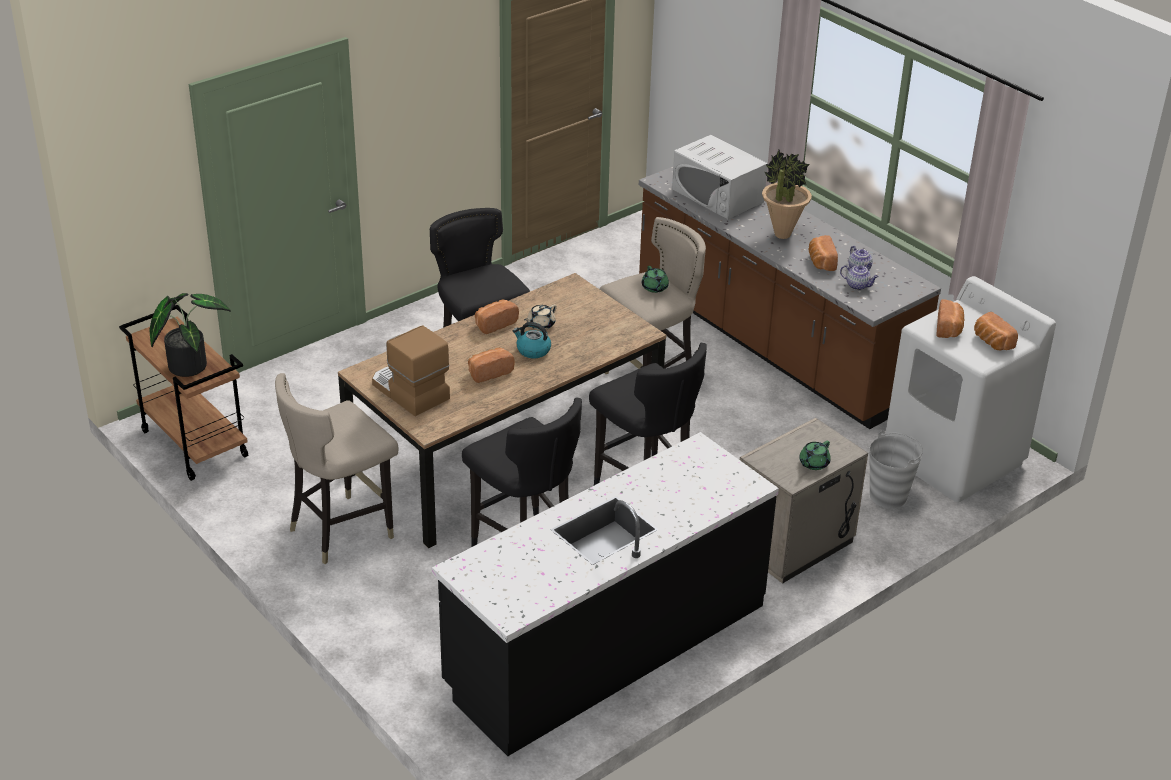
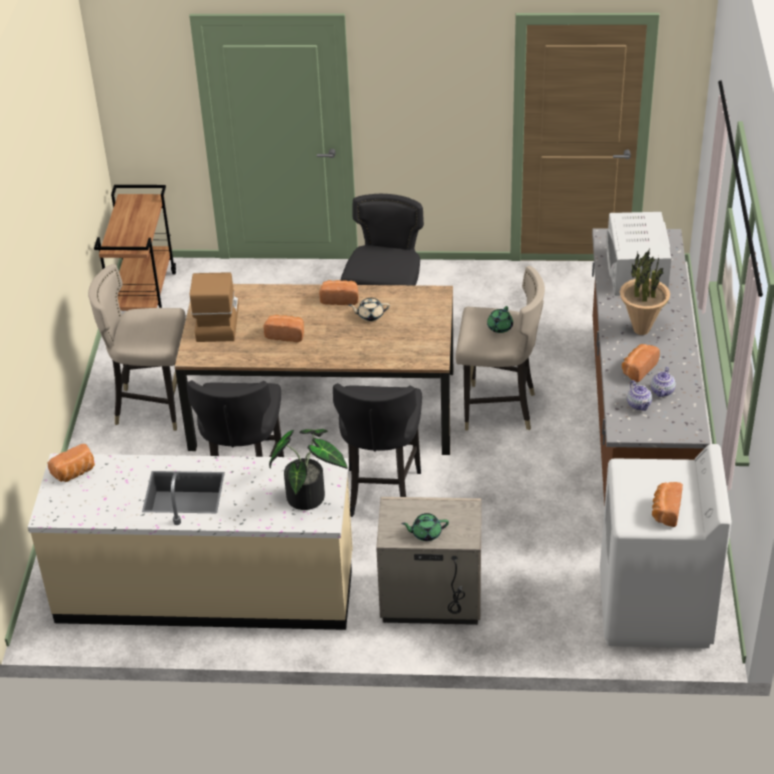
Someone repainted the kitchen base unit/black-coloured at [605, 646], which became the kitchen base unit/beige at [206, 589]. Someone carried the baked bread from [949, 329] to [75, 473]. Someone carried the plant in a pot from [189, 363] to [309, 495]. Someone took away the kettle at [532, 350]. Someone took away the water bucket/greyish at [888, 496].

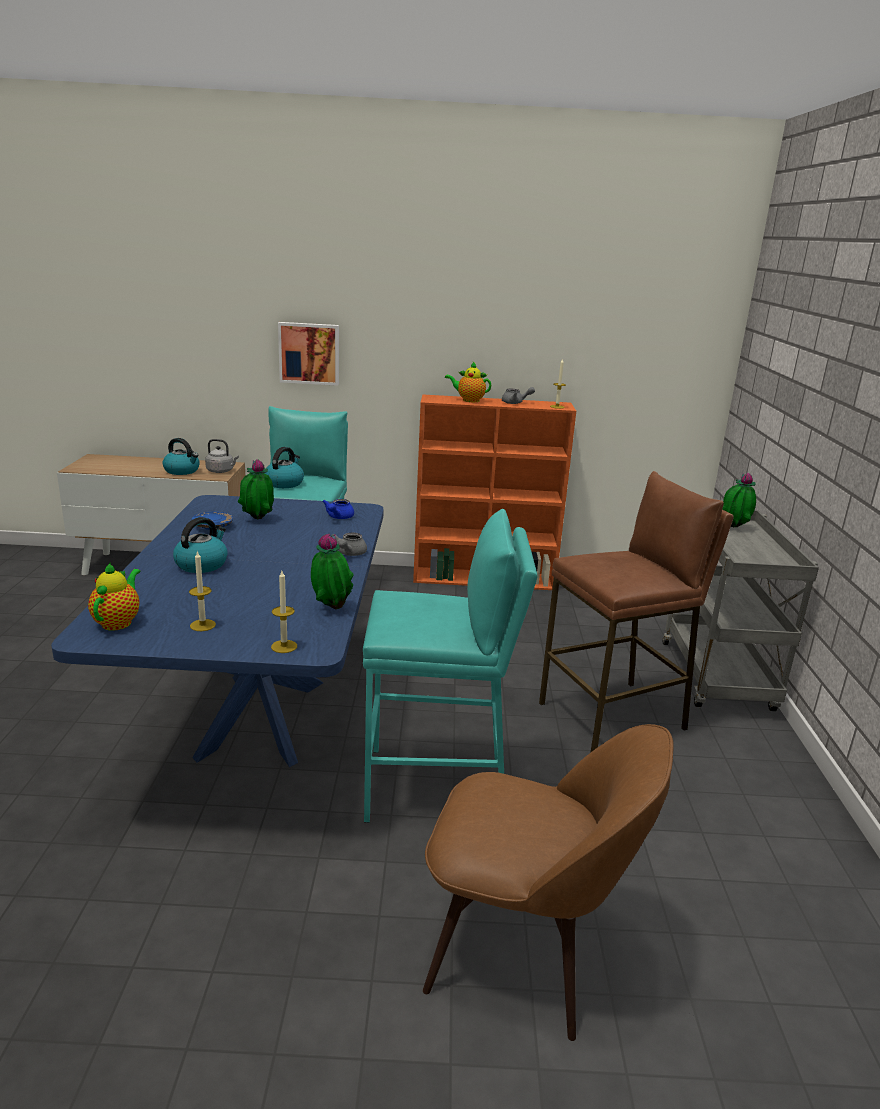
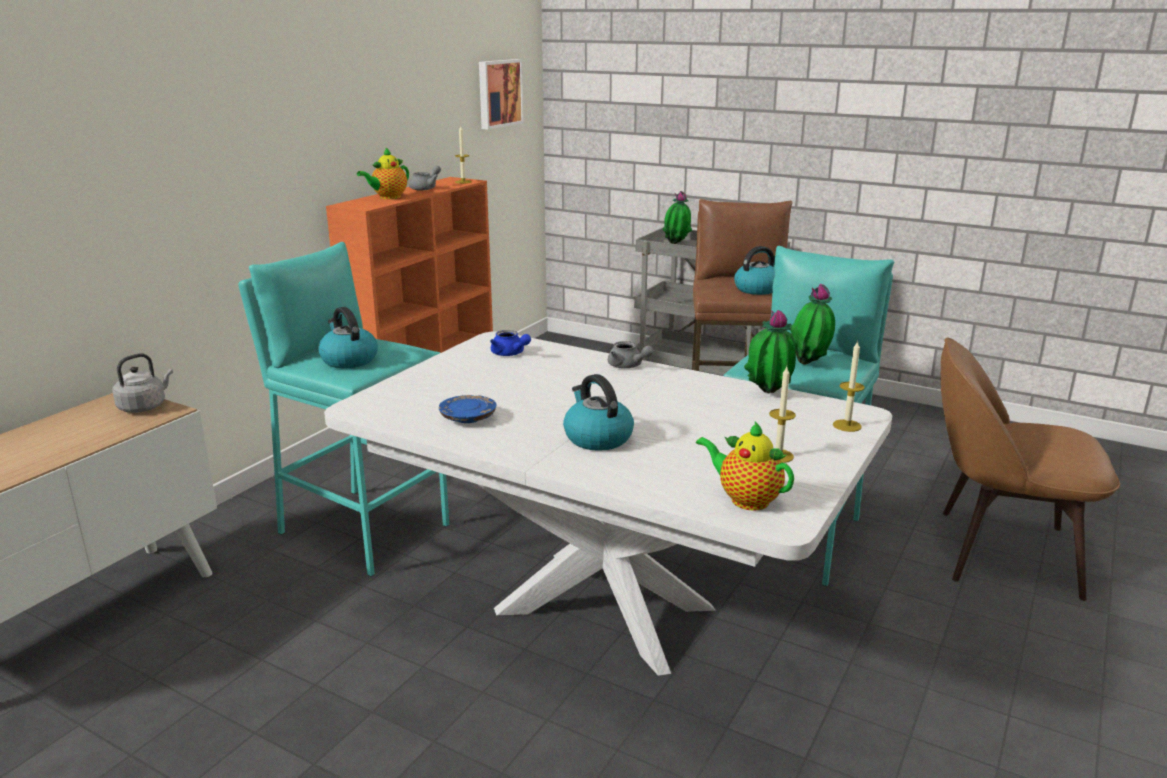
Someone repainted the dinner table/blue at [261, 717], which became the dinner table/white at [605, 610]. Someone carried the picture from [309, 353] to [498, 93]. Someone carried the kettle from [182, 471] to [757, 289]. Someone carried the plant in a pot from [257, 520] to [809, 364]. Someone rotated the chair/brown at [525, 947] by 120 degrees counterclockwise.

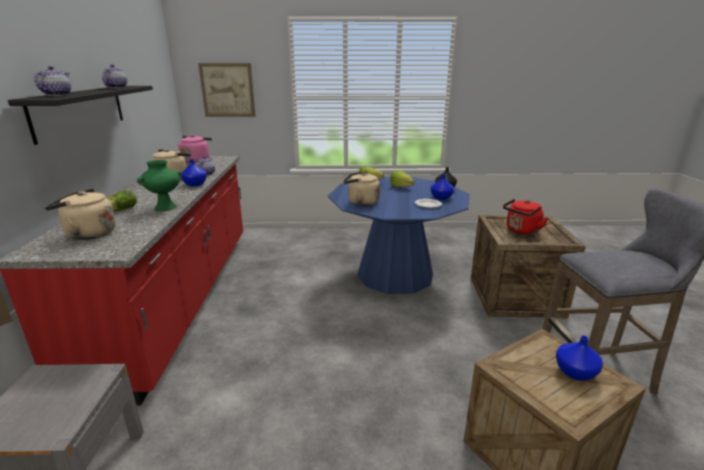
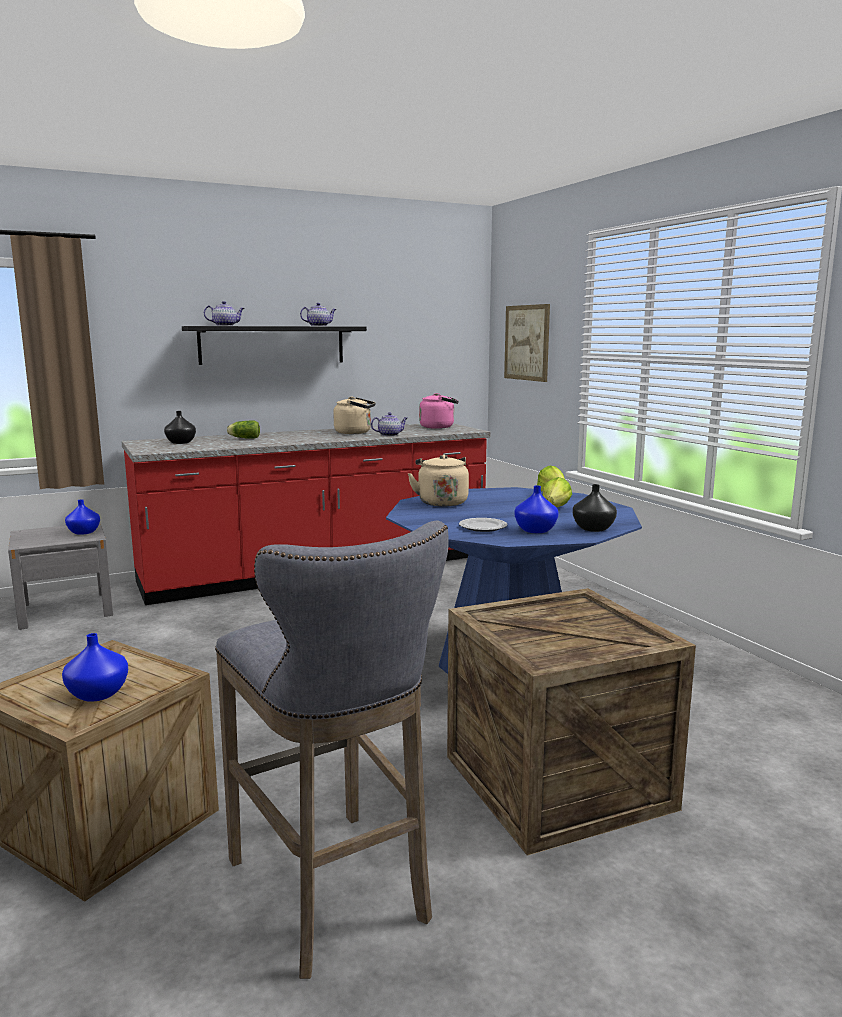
Someone carried the flower vase/blue from [195, 184] to [84, 532]. Someone swapped the kettle/beige at [88, 234] for the flower vase/black-coloured at [181, 442]. Someone took away the flower vase/green-coloured at [165, 207]. Someone took away the kettle/red at [521, 231].

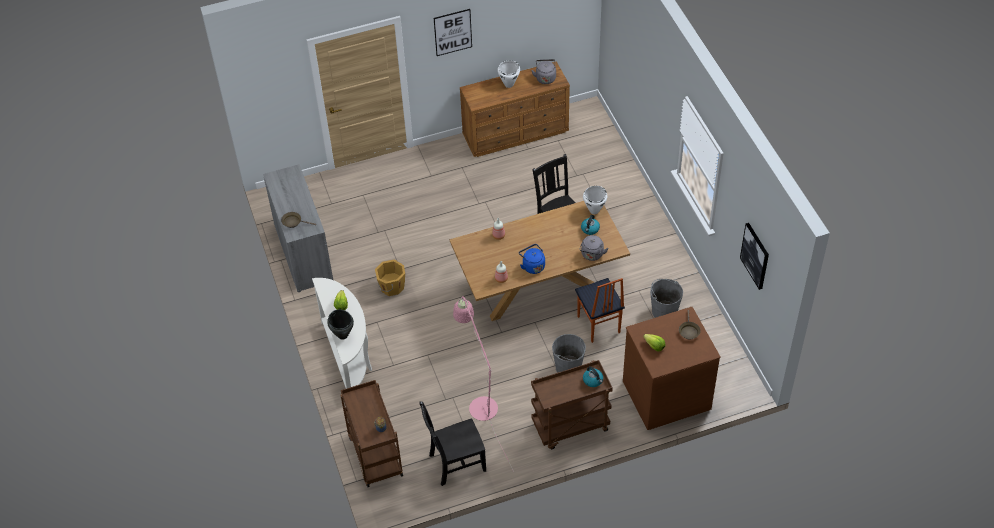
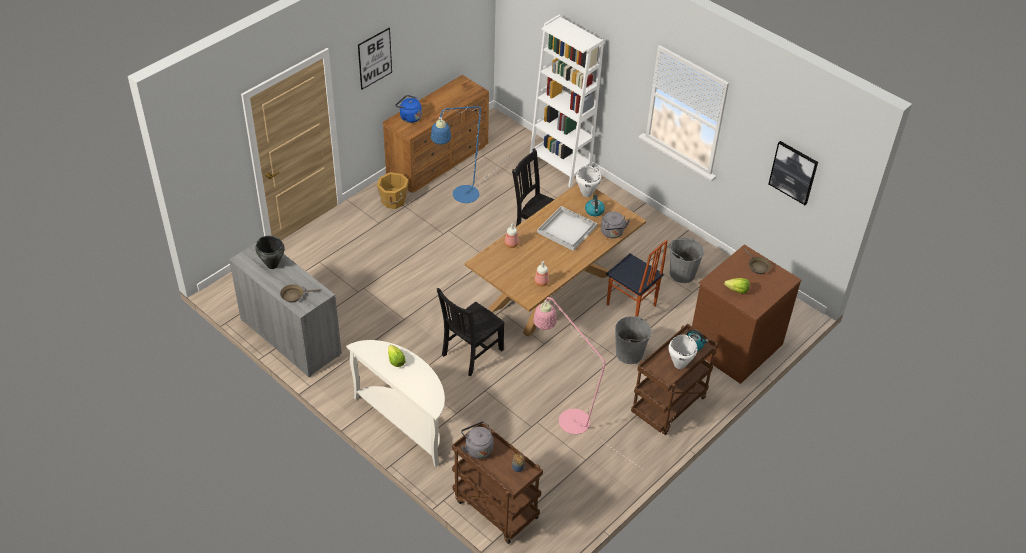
Someone carried the saucepot/black-coloured from [343, 335] to [272, 265]. Someone carried the water bucket/orangey from [391, 286] to [393, 201]. Someone carried the kettle/blue from [532, 266] to [409, 117]. Someone put down the standing lamp/blue at [461, 198]. Someone carried the chair/black-coloured from [455, 463] to [470, 353]. Someone carried the kettle/greyish from [545, 78] to [477, 448]. Someone put down the bookshelf/white at [559, 166]. Someone put down the carrying tray/white at [566, 229]. Someone carried the saucepot/white from [508, 84] to [679, 364].

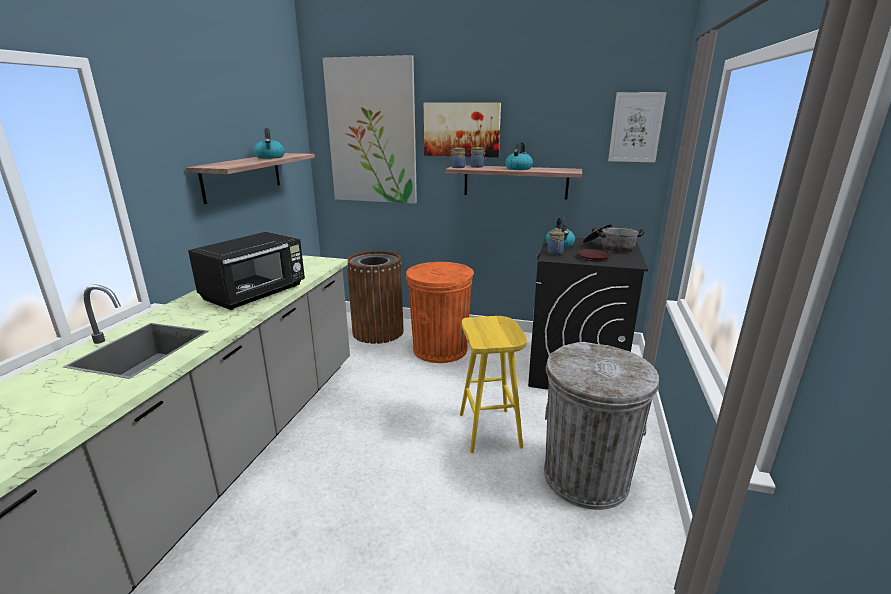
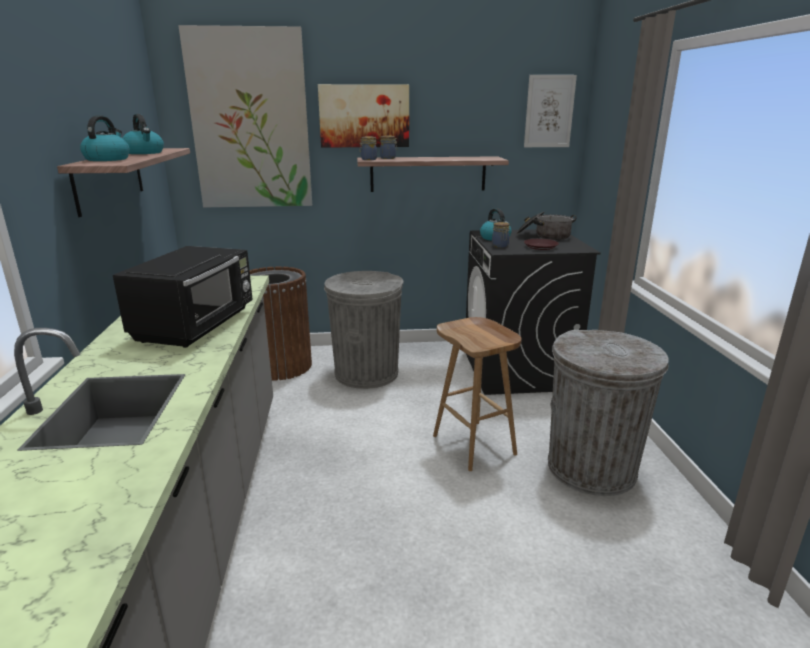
Someone carried the kettle from [518, 168] to [107, 159]. Someone repainted the waste bin/orangey at [440, 349], which became the waste bin/greyish at [366, 373]. Someone repainted the stool/yellowish at [490, 431], which became the stool/brown at [475, 445].

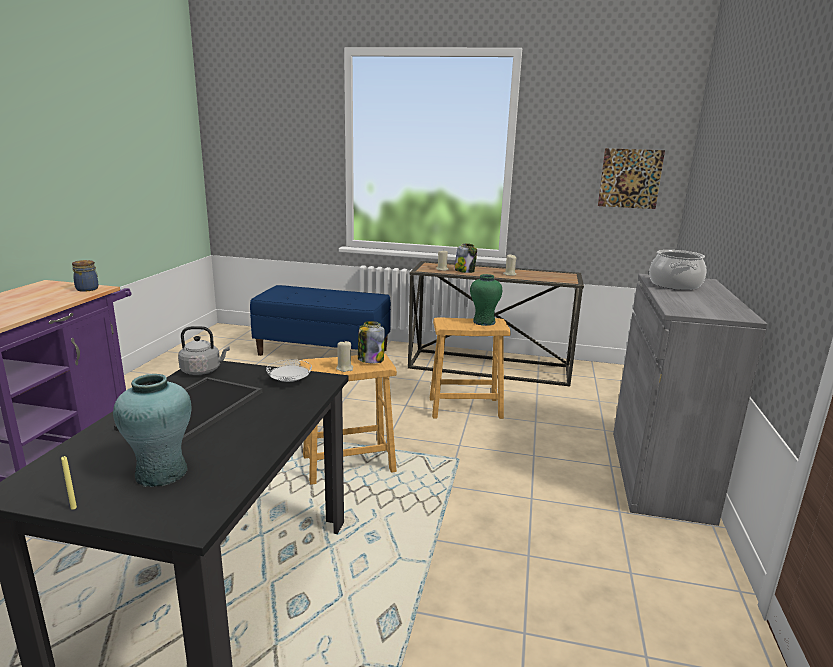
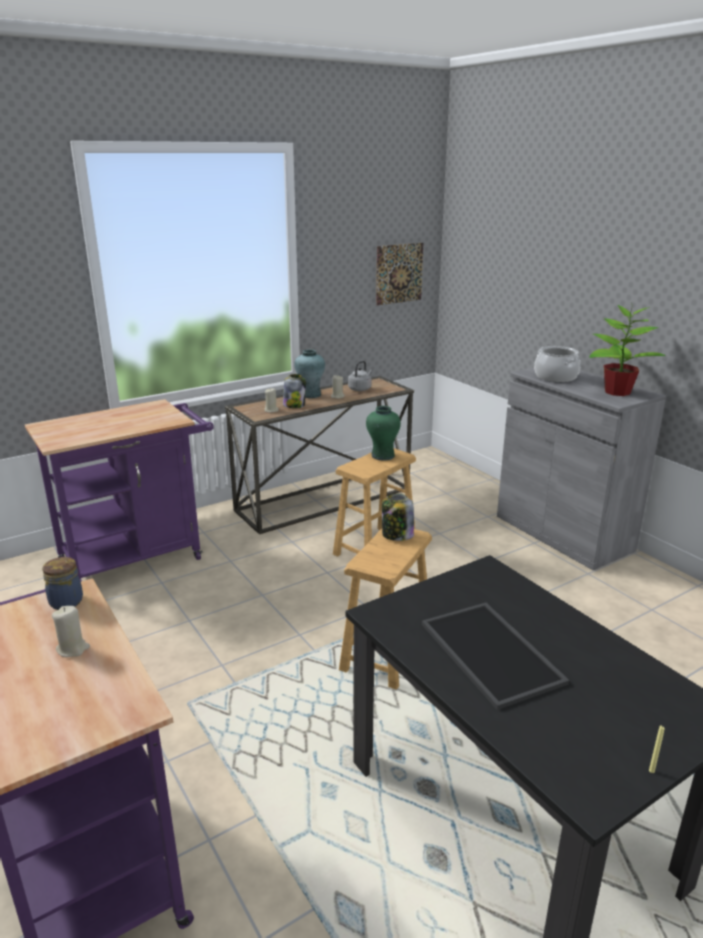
Someone swapped the indoor bench/blue at [324, 352] for the trolley/purple at [140, 557]. Someone carried the candle/beige from [345, 368] to [73, 649]. Someone carried the flower vase/turquoise from [161, 473] to [310, 395]. Someone carried the kettle/greyish from [203, 371] to [360, 389]. Someone put down the plant in a pot at [616, 392]. Someone took away the dinner plate/white at [289, 381].

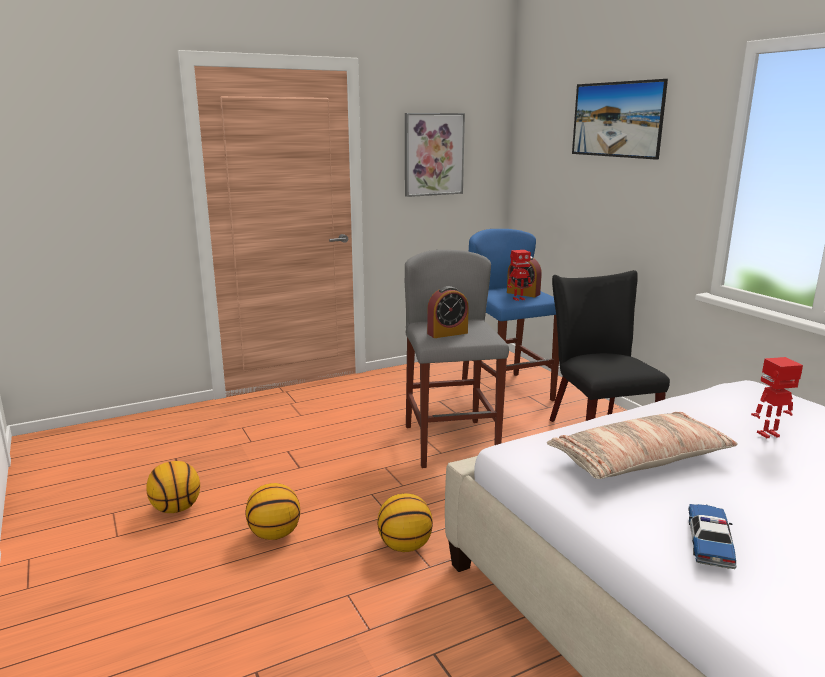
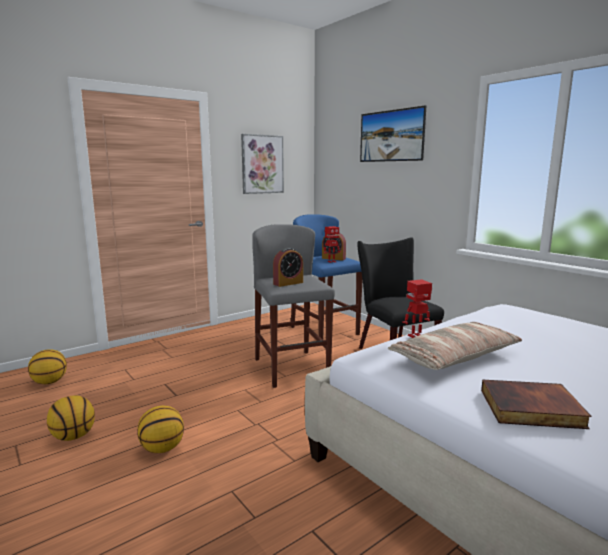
Someone carried the ball for basketball from [404, 546] to [49, 382]. Someone carried the toy robot from [769, 435] to [416, 336]. Someone swapped the model car at [709, 543] for the bound book at [530, 409].

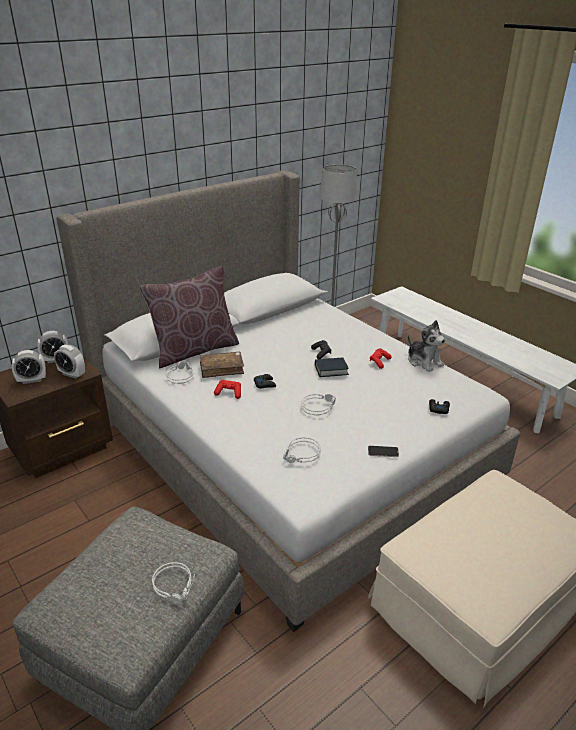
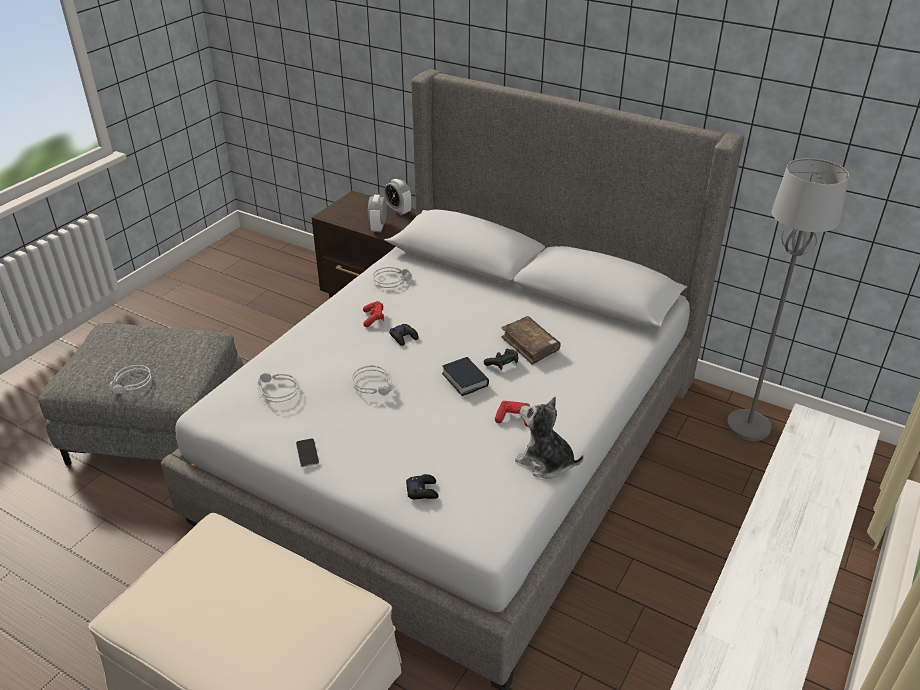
Someone carried the bound book/brown from [222, 369] to [530, 345]. Someone rotated the soft toy at [424, 361] by 90 degrees clockwise. Someone took away the alarm clock at [32, 380]. Someone took away the pillow/brown at [194, 350].

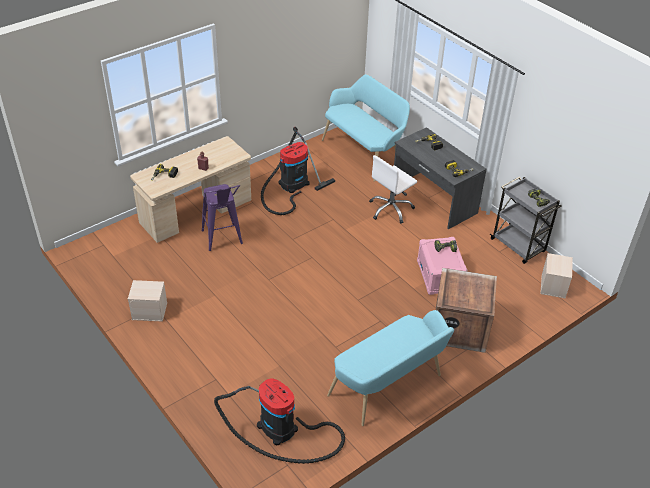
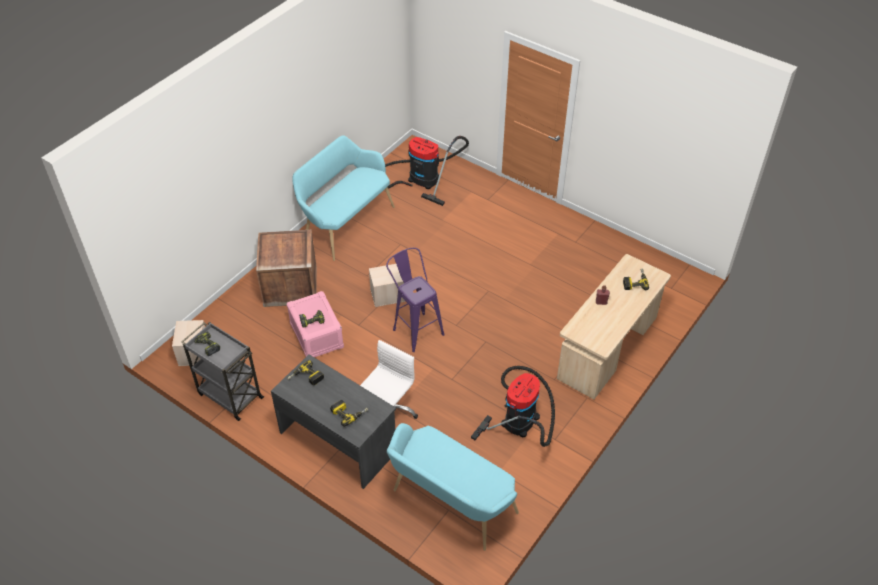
Someone carried the storage box/beige from [150, 310] to [387, 295]. Someone carried the stool/purple from [223, 240] to [415, 329].

